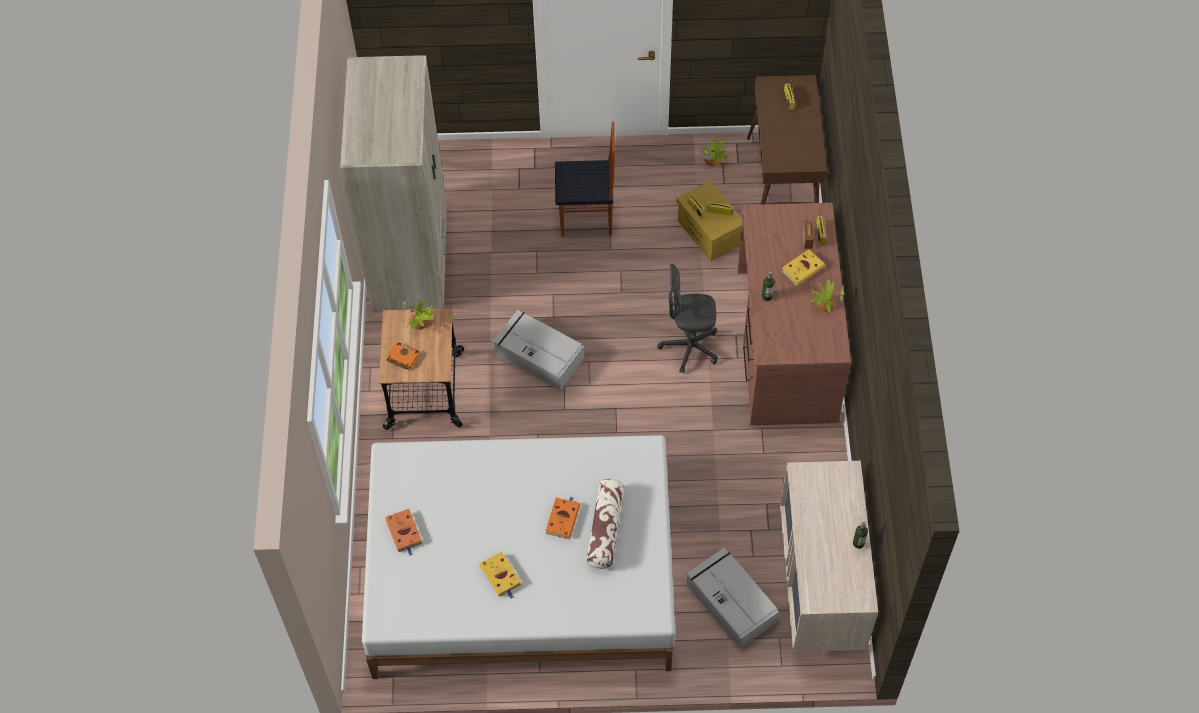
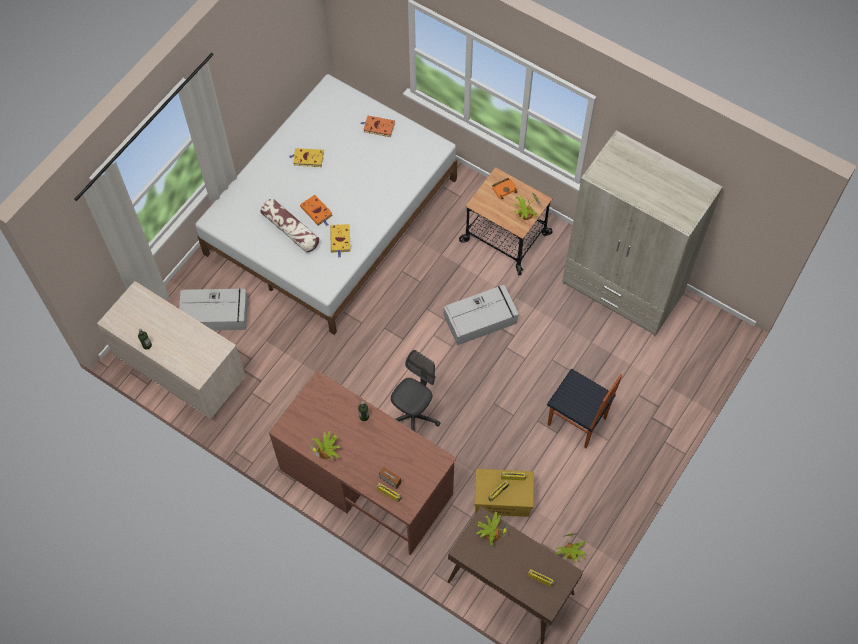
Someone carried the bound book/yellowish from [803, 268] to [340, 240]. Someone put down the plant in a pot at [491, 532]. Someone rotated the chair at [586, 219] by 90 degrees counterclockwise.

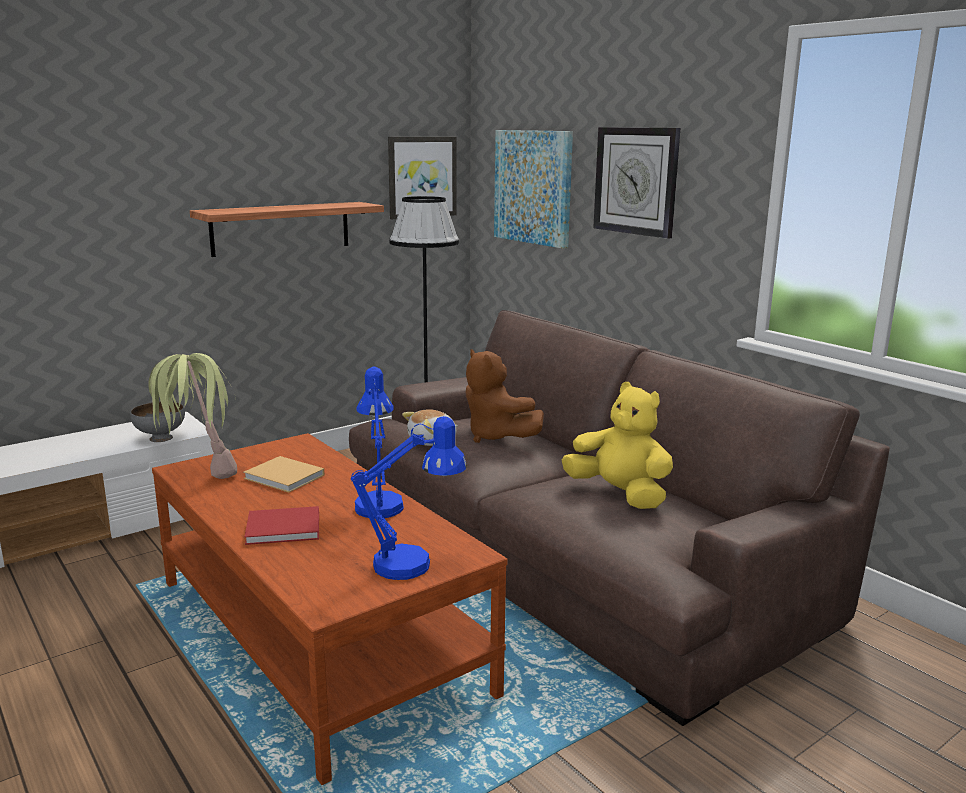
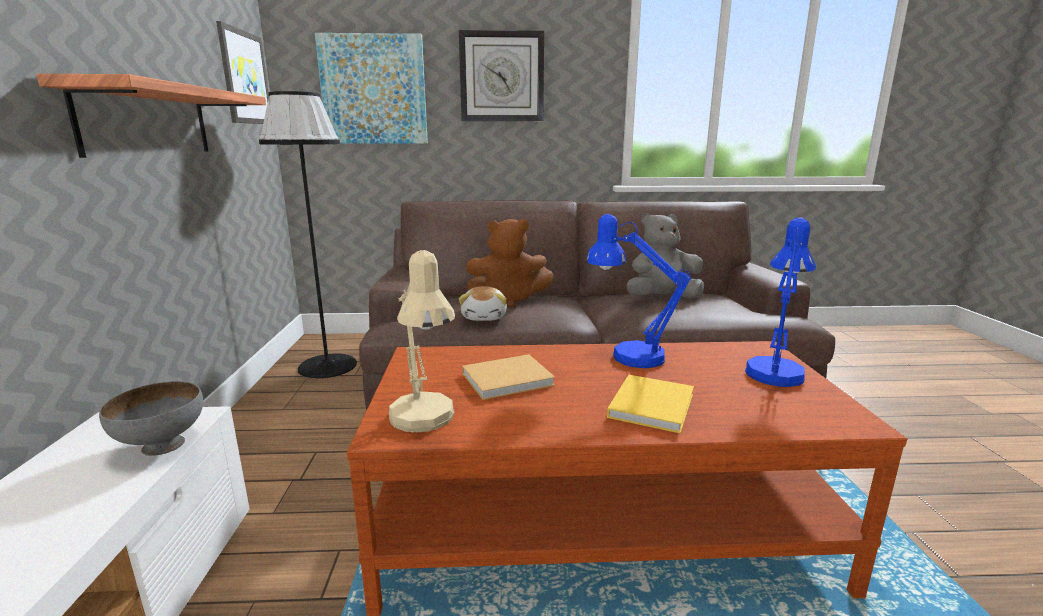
Someone swapped the plant in a pot at [198, 473] for the table lamp/beige at [425, 422]. Someone repainted the bound book/red at [286, 528], which became the bound book/yellowish at [652, 404]. Someone repainted the soft toy/yellowish at [619, 495], which became the soft toy/greyish at [662, 299].

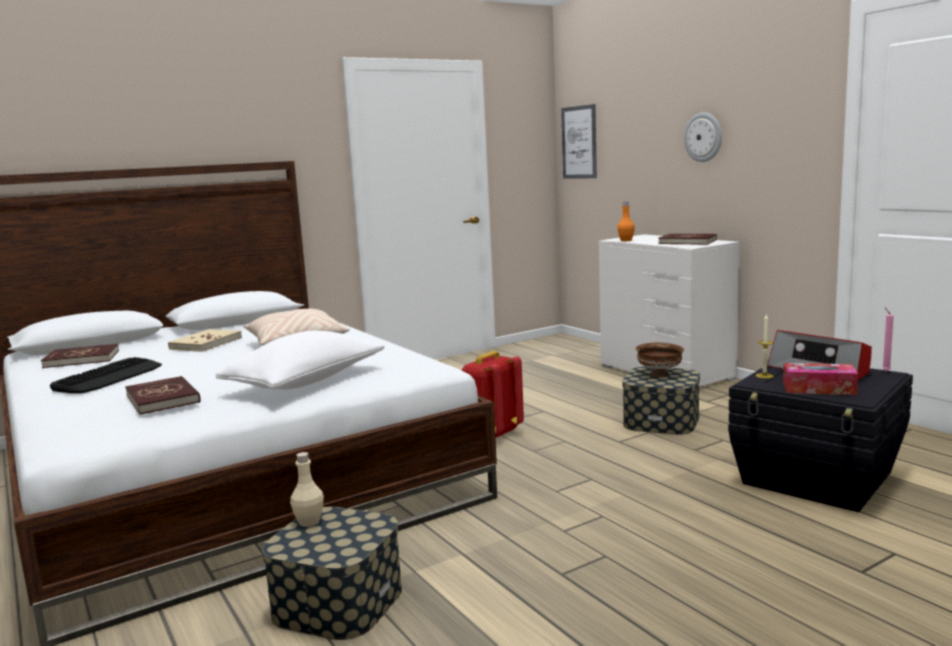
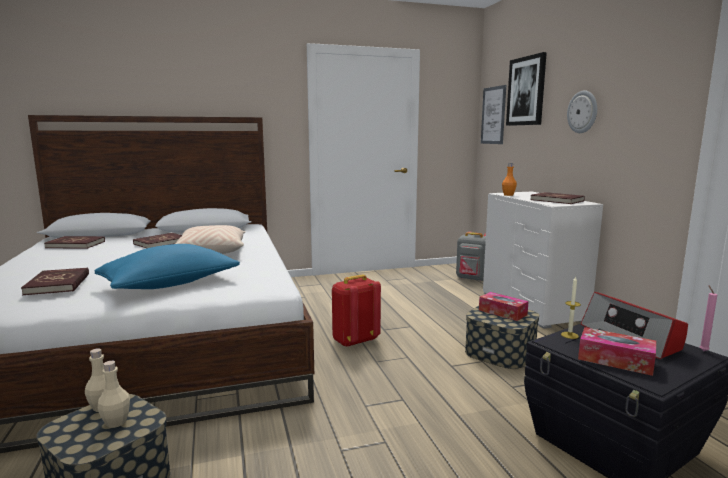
Someone repainted the pillow/white at [306, 383], which became the pillow/blue at [171, 285]. Someone put down the beverage bottle/beige at [116, 422]. Someone repainted the bound book/beige at [206, 343], which became the bound book/red at [161, 243]. Someone put down the backpack/greyish at [472, 279]. Someone swapped the serving bowl/brown at [660, 374] for the tissue holder at [502, 312]. Someone put up the picture at [526, 91]. Someone took away the computer keyboard at [109, 377].

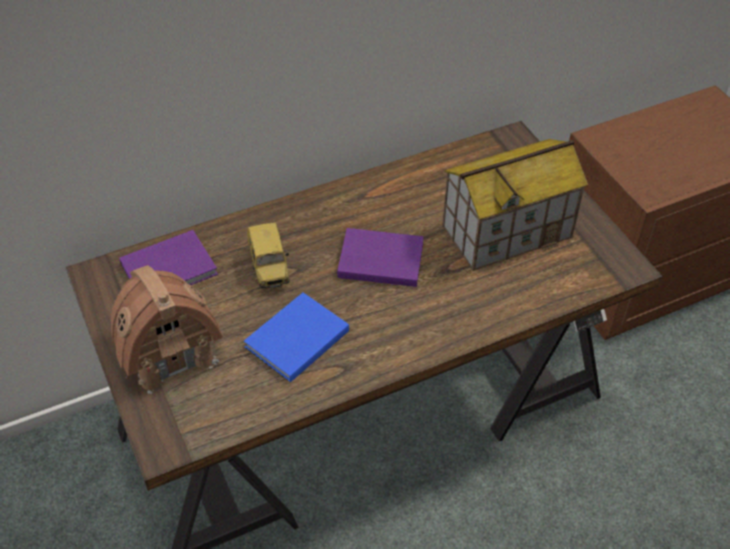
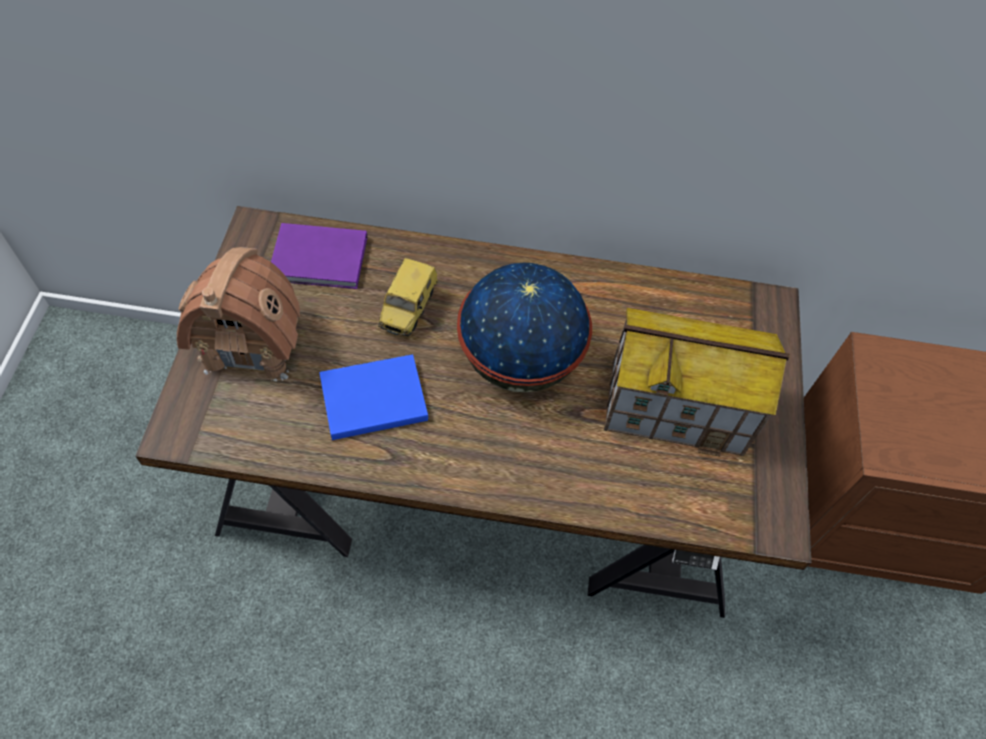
Someone swapped the bound book/purple at [378, 259] for the desk globe at [519, 361].

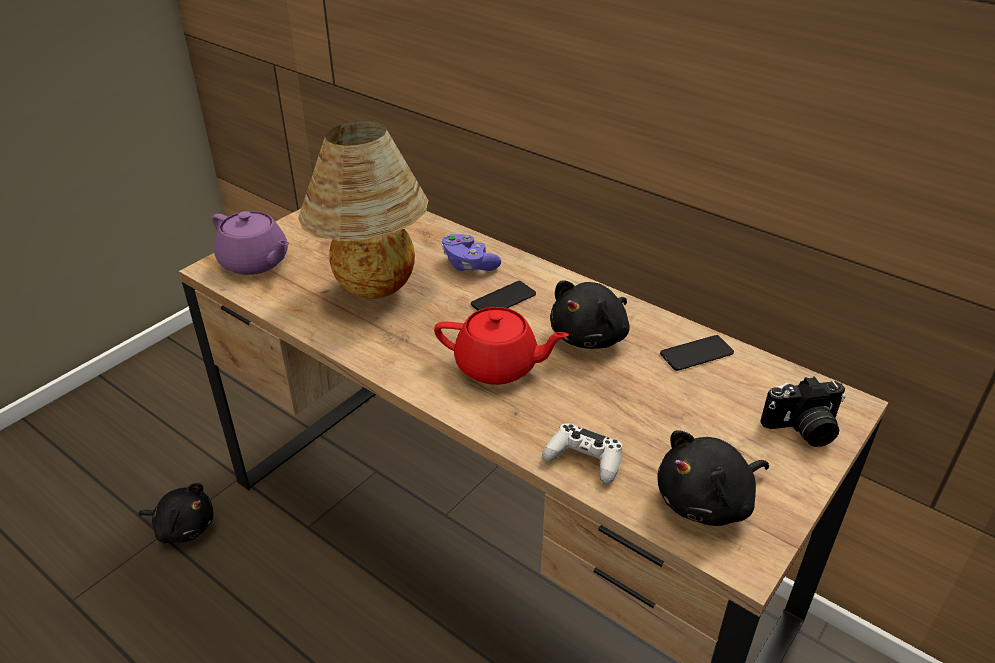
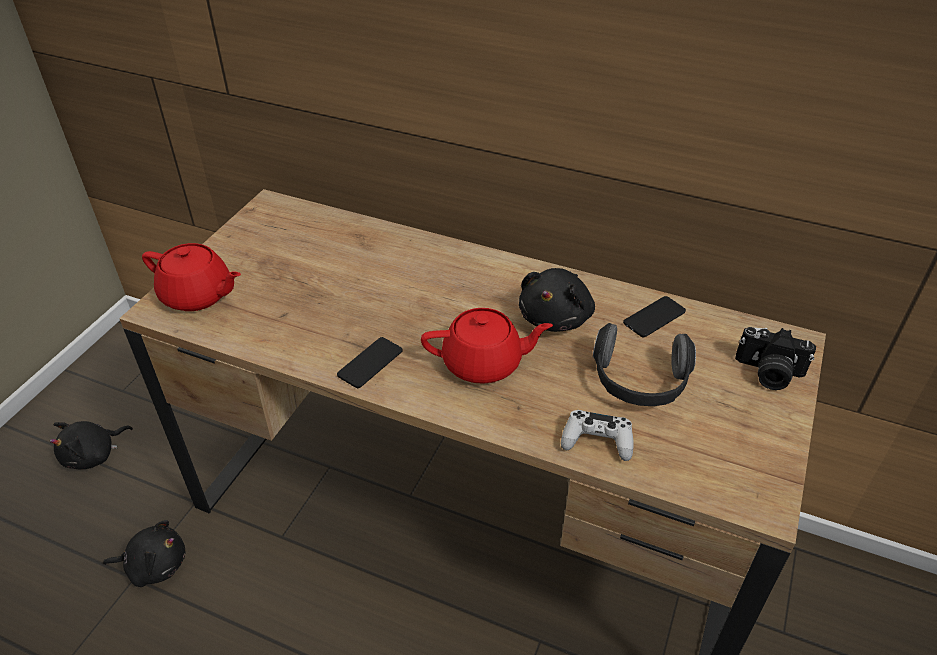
Someone carried the soft toy/black-coloured from [707, 501] to [93, 455]. Someone repainted the pot for tea/purple at [255, 262], which became the pot for tea/red at [198, 295]. Someone carried the phone from [503, 299] to [370, 363]. Someone put down the pair of headphones at [639, 383]. Someone rotated the photo camera at [803, 429] by 45 degrees clockwise. Someone took away the table lamp at [373, 292]. Someone took away the joypad/purple at [468, 264].

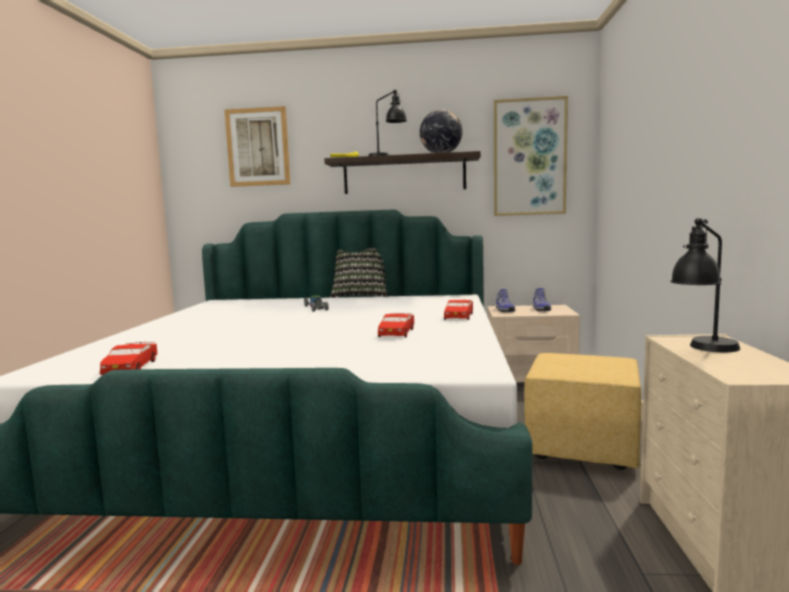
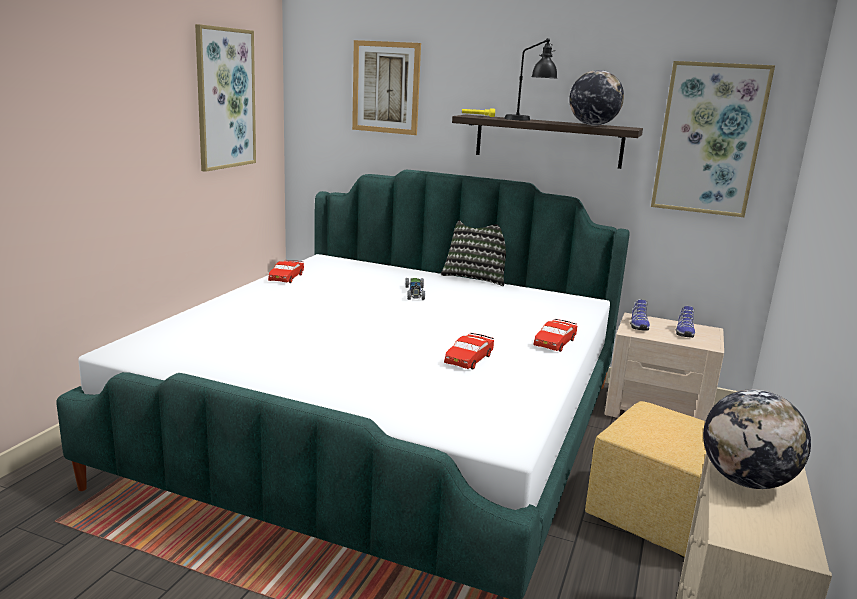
Someone put up the picture at [225, 99]. Someone carried the model car/red from [130, 367] to [286, 277]. Someone swapped the table lamp/black-coloured at [704, 350] for the desk globe at [746, 480].

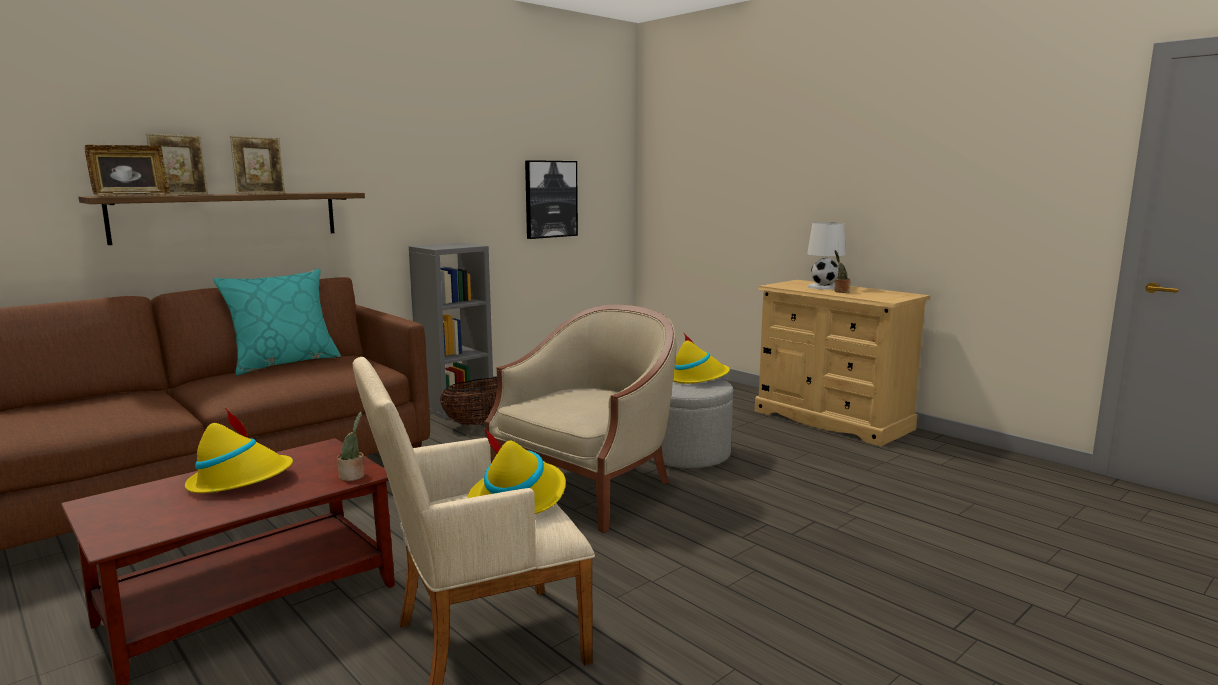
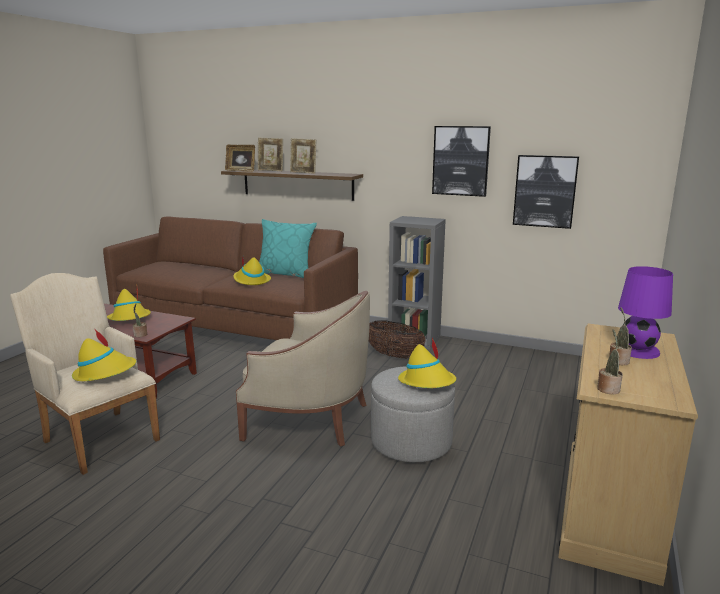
Someone put down the wearable hat/yellowish at [251, 280]. Someone put up the picture at [461, 161]. Someone put down the plant in a pot at [608, 388]. Someone repainted the table lamp/white at [824, 287], which became the table lamp/purple at [638, 350].

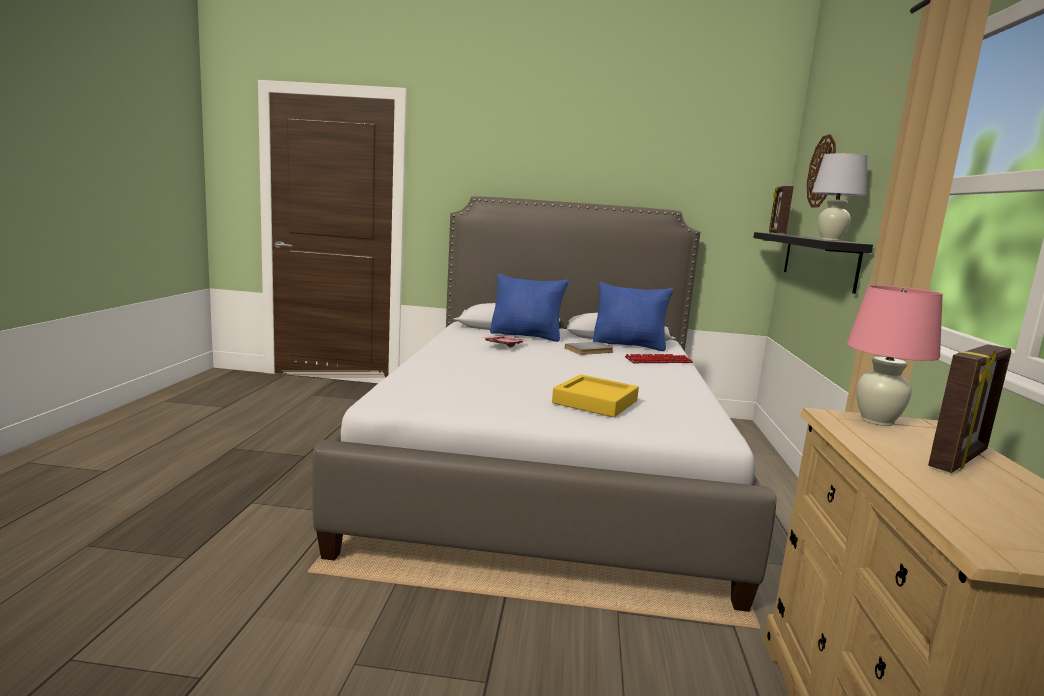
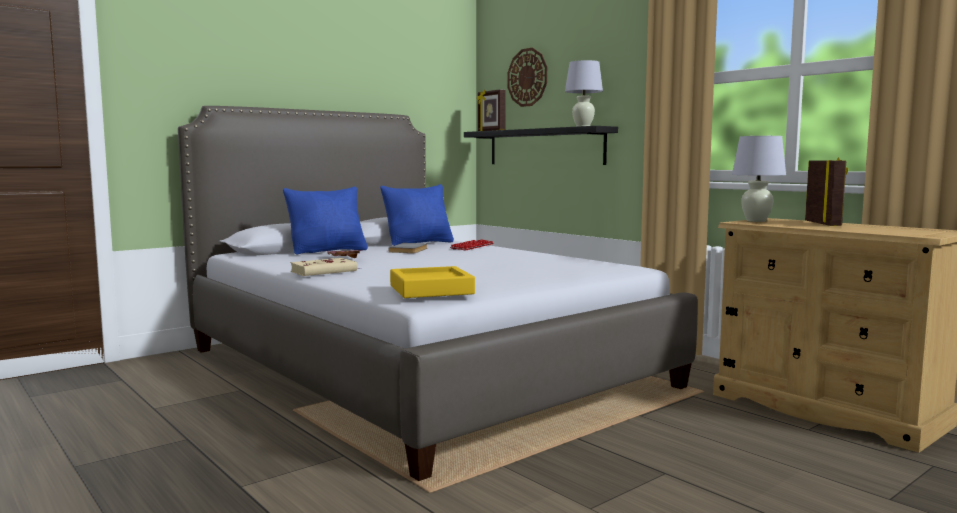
Someone put down the bound book/beige at [325, 271]. Someone carried the carrying tray/yellowish from [595, 402] to [431, 290]. Someone repainted the table lamp/pinkish at [876, 421], which became the table lamp/white at [755, 221].

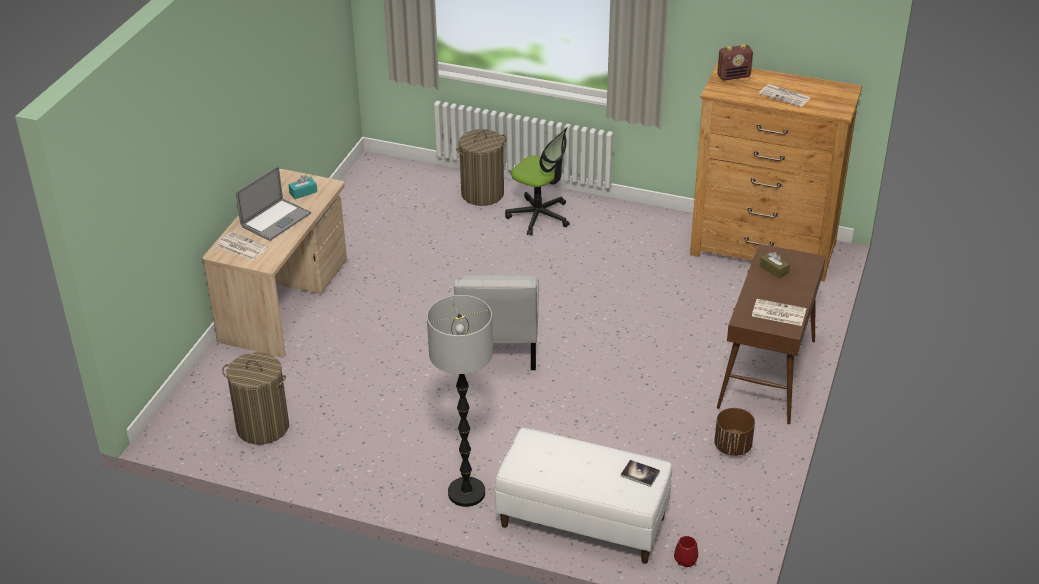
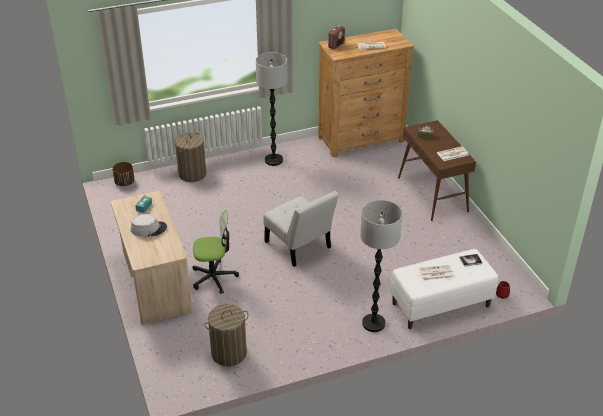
Someone carried the flower pot/brown from [733, 447] to [125, 183]. Someone swapped the notebook computer at [276, 220] for the wearable hat/greyish at [148, 229]. Someone carried the office chair from [539, 216] to [214, 277]. Someone put down the standing lamp at [274, 160]. Someone carried the daily paper from [241, 247] to [435, 273].

